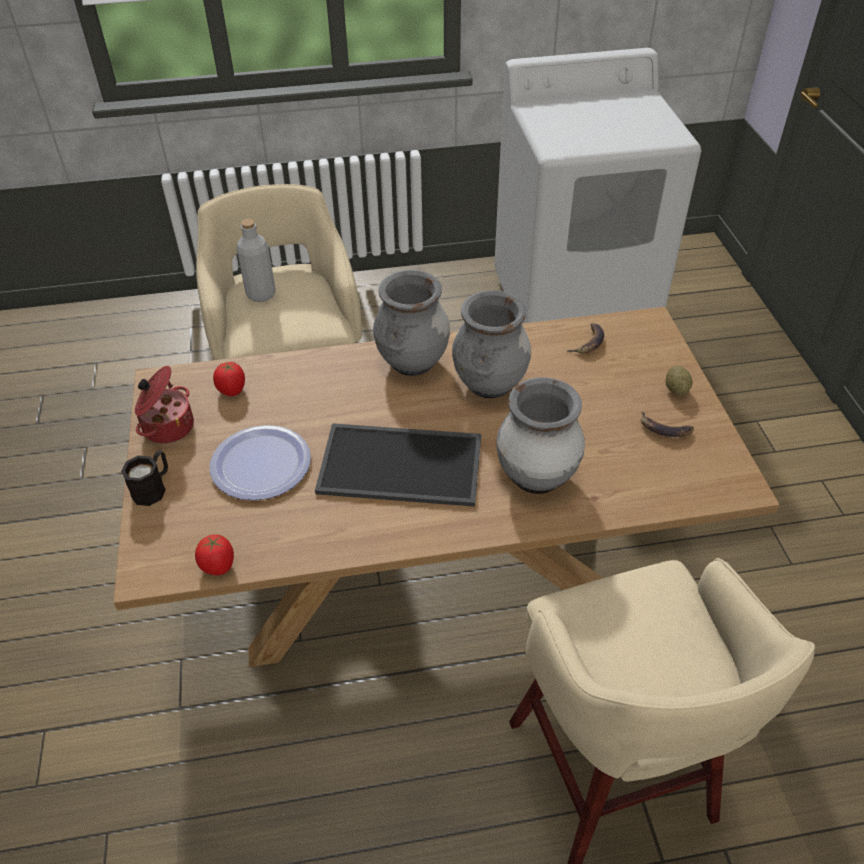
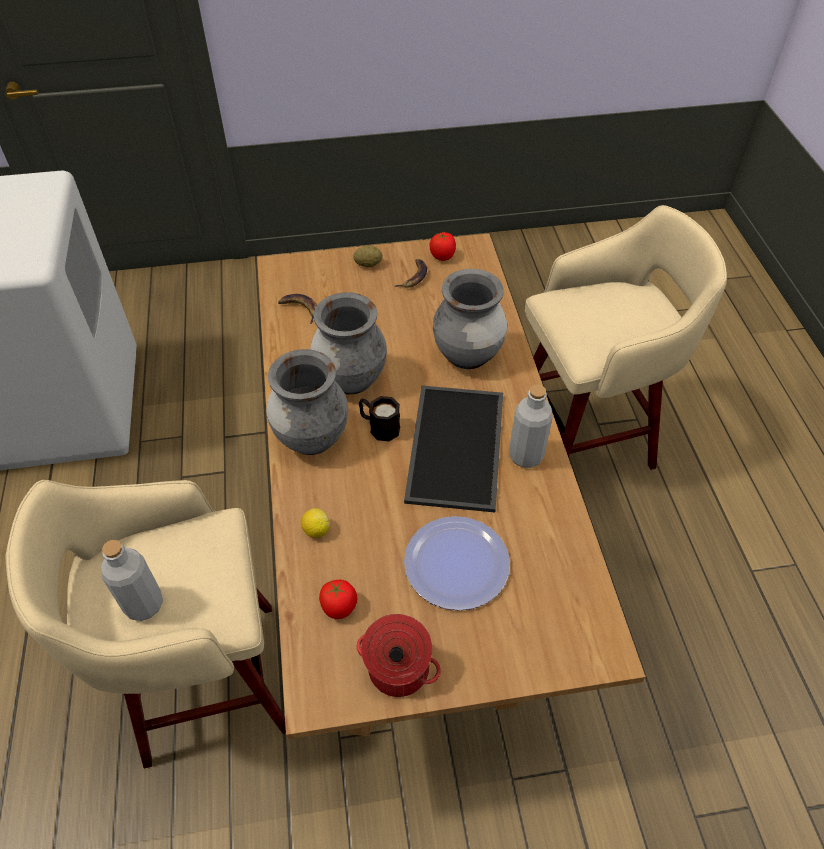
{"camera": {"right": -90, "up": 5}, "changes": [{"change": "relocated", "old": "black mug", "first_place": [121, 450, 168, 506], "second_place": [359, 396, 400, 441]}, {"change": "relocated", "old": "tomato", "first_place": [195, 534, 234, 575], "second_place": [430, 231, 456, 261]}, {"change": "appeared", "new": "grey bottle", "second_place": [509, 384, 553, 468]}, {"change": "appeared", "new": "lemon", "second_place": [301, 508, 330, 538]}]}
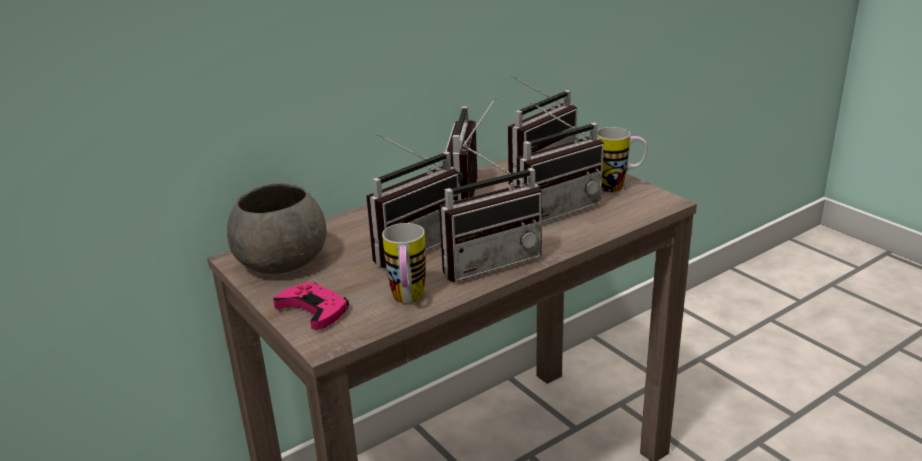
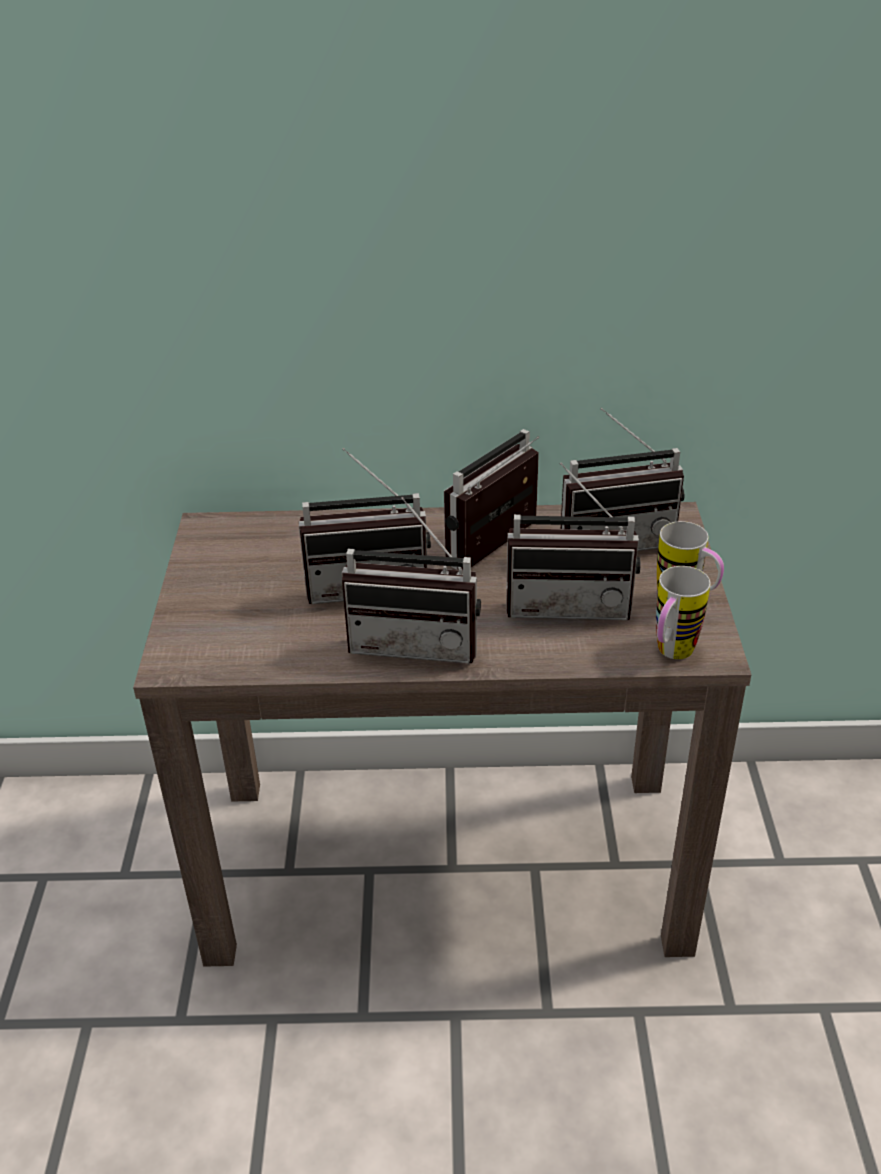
{"camera": {"right": 35, "up": 10}, "changes": [{"change": "missing", "old": "grey bowl", "first_place": [227, 183, 327, 274]}, {"change": "relocated", "old": "mug", "first_place": [382, 223, 426, 304], "second_place": [656, 566, 710, 659]}, {"change": "missing", "old": "pink game controller", "first_place": [273, 282, 349, 330]}]}
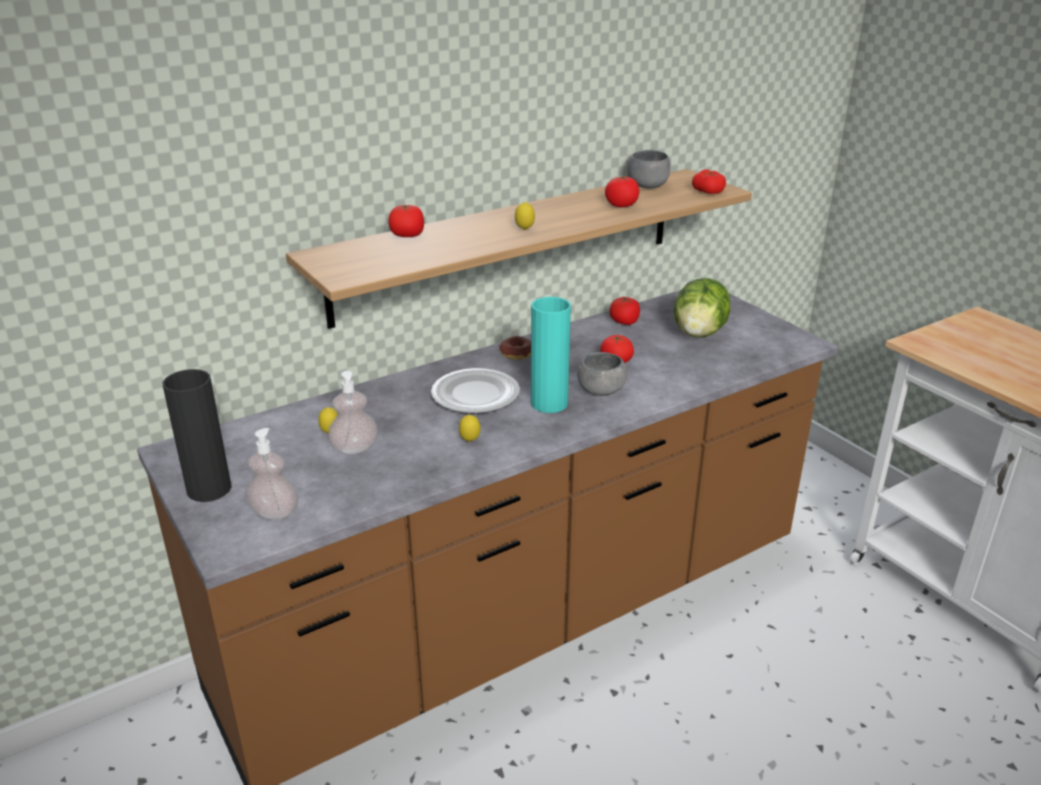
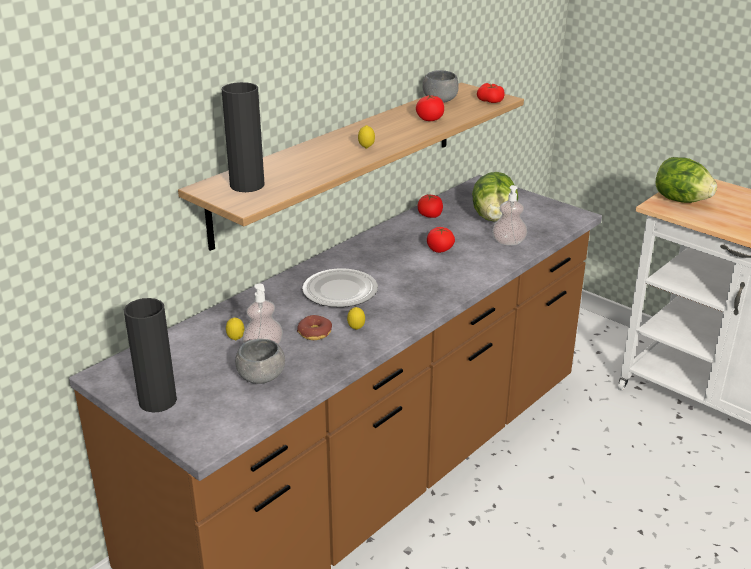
{"camera": {"right": -15, "up": 0}, "changes": [{"change": "missing", "old": "tomato", "first_place": [388, 205, 424, 237]}, {"change": "missing", "old": "turquoise vase", "first_place": [531, 297, 571, 413]}, {"change": "relocated", "old": "donut", "first_place": [499, 336, 531, 360], "second_place": [297, 315, 332, 340]}, {"change": "relocated", "old": "grey bowl", "first_place": [577, 352, 627, 396], "second_place": [235, 339, 285, 384]}, {"change": "relocated", "old": "soap dispenser", "first_place": [246, 428, 298, 520], "second_place": [492, 185, 527, 246]}, {"change": "appeared", "new": "black vase", "second_place": [222, 82, 265, 192]}, {"change": "appeared", "new": "lettuce", "second_place": [655, 157, 717, 203]}]}
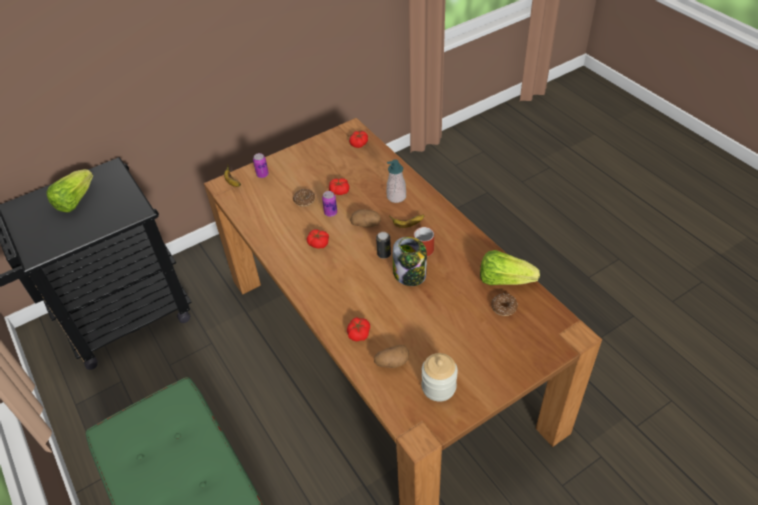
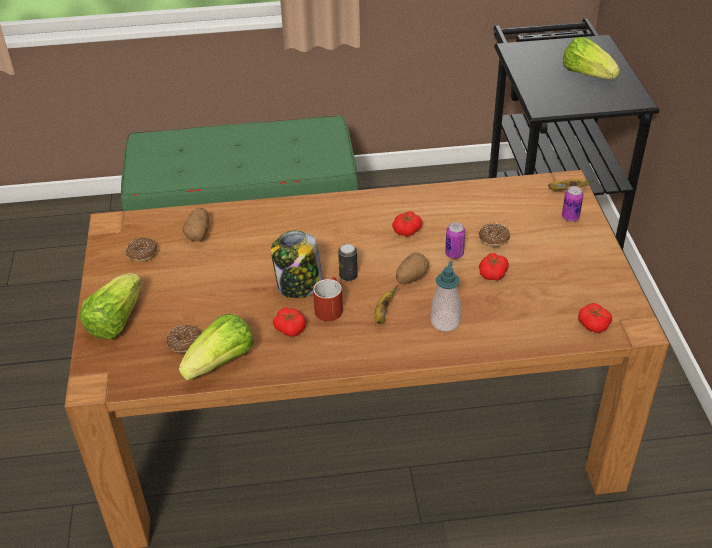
{"camera": {"right": 115, "up": -5}, "changes": [{"change": "relocated", "old": "tomato", "first_place": [347, 317, 370, 342], "second_place": [273, 307, 306, 337]}, {"change": "exchanged", "old": "jar", "new": "donut", "first_place": [422, 353, 458, 402], "second_place": [126, 237, 157, 262]}, {"change": "appeared", "new": "lettuce", "second_place": [79, 273, 142, 339]}]}
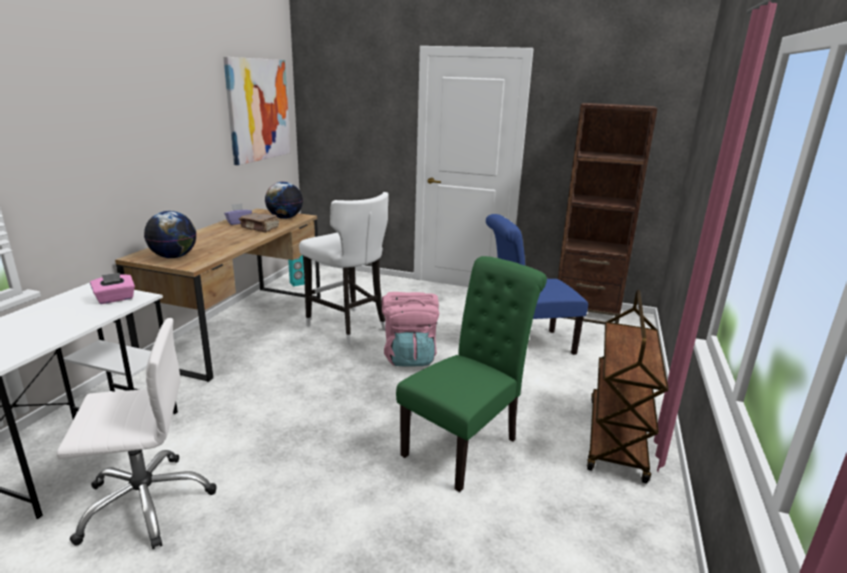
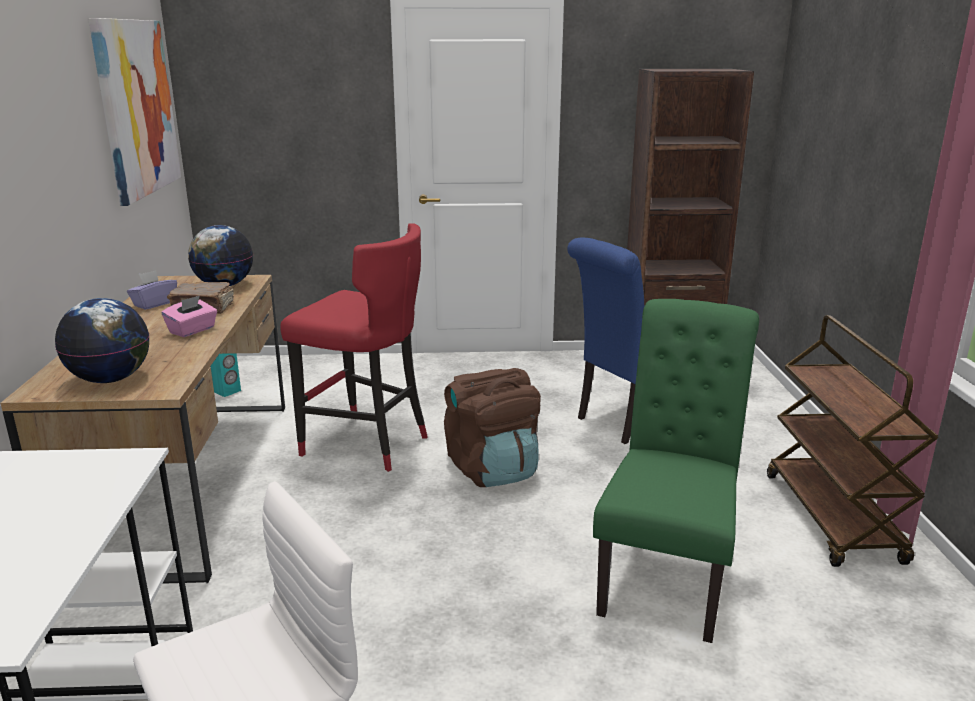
{"camera": {"right": -20, "up": 0}, "changes": [{"change": "colour", "old": "white stool", "new": "red stool", "first_place": [299, 192, 389, 345], "second_place": [280, 223, 428, 472]}, {"change": "relocated", "old": "pink tissue box", "first_place": [90, 273, 135, 304], "second_place": [161, 295, 217, 337]}, {"change": "colour", "old": "pink backpack", "new": "brown backpack", "first_place": [382, 292, 439, 367], "second_place": [444, 368, 541, 487]}]}
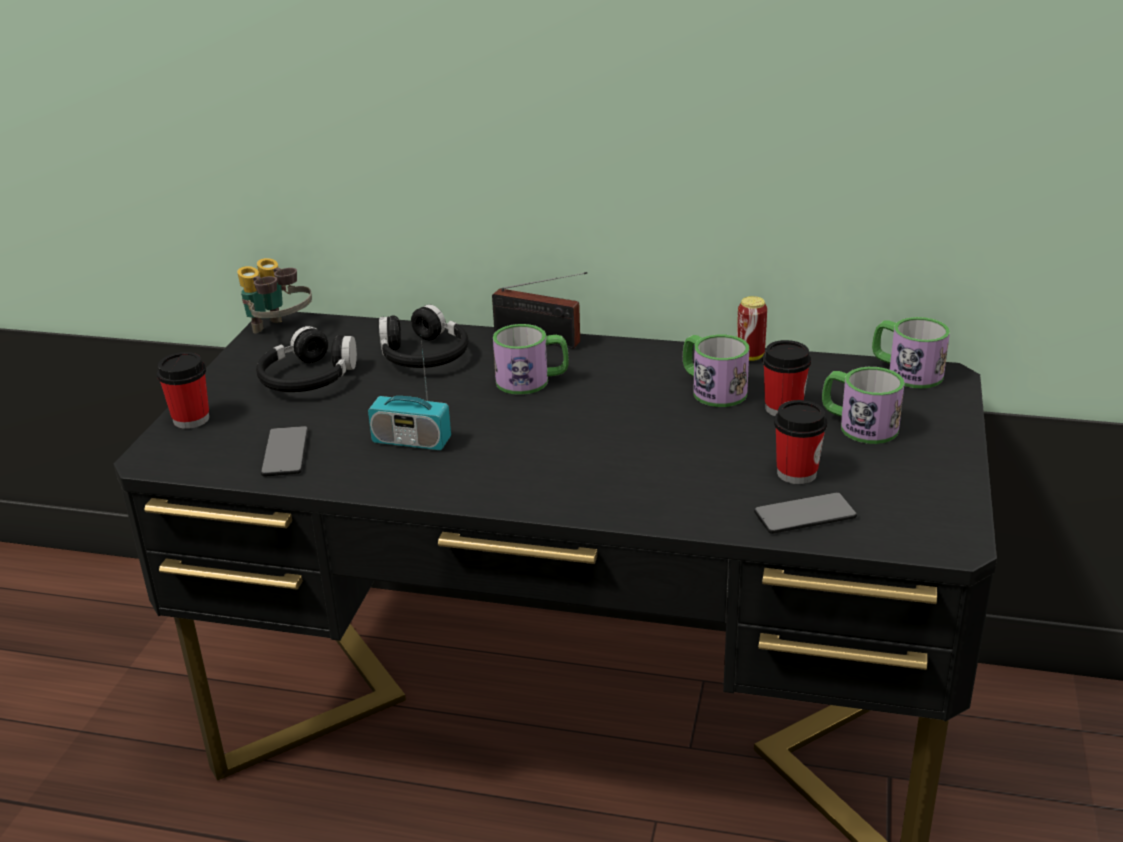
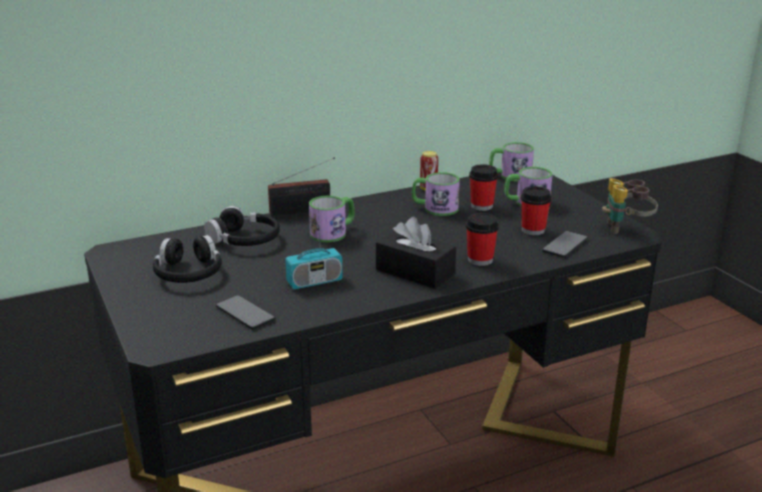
{"camera": {"right": -40, "up": -5}, "changes": [{"change": "relocated", "old": "binoculars", "first_place": [237, 258, 312, 334], "second_place": [602, 178, 658, 234]}, {"change": "relocated", "old": "cup", "first_place": [157, 352, 210, 429], "second_place": [466, 213, 499, 266]}, {"change": "appeared", "new": "black tissue box", "second_place": [376, 217, 456, 289]}]}
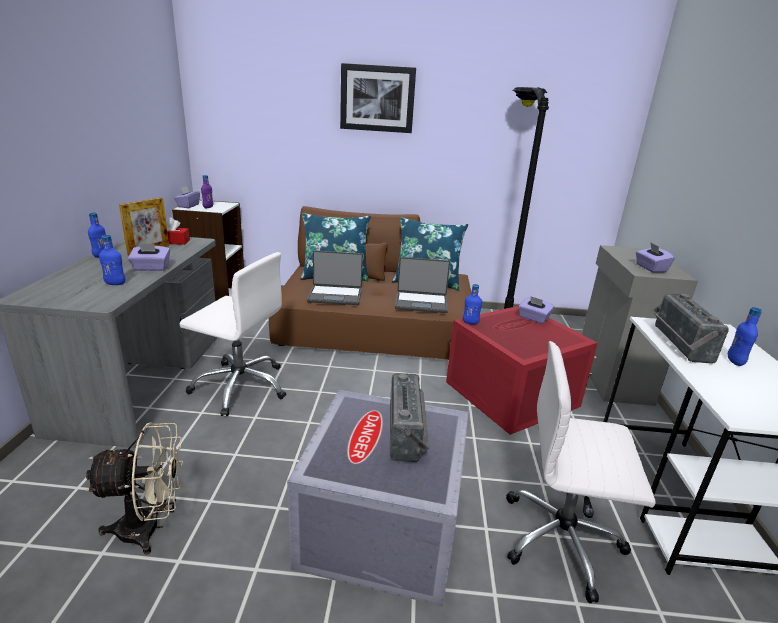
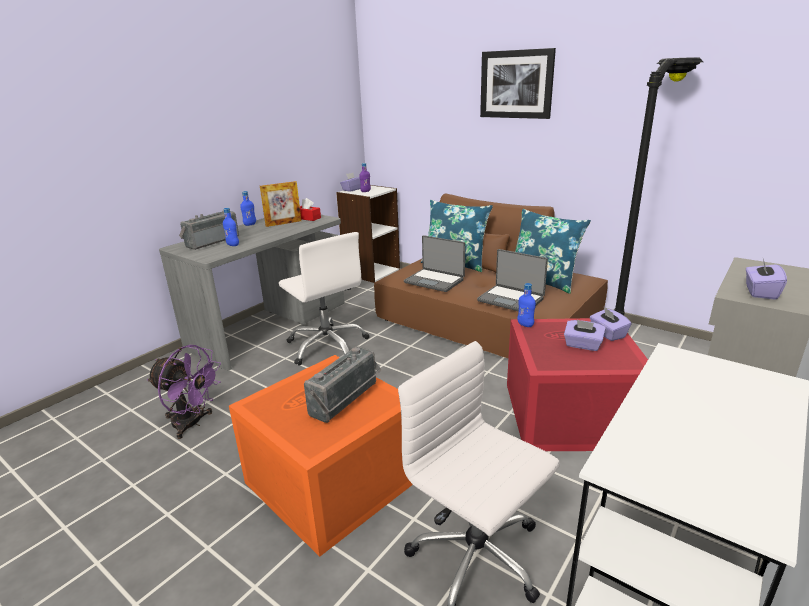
{"camera": {"right": 35, "up": 0}, "changes": [{"change": "relocated", "old": "purple tissue box", "first_place": [128, 243, 170, 271], "second_place": [564, 320, 606, 351]}, {"change": "relocated", "old": "radio", "first_place": [652, 294, 729, 364], "second_place": [179, 210, 239, 250]}, {"change": "missing", "old": "blue bottle", "first_place": [728, 307, 762, 366]}, {"change": "colour", "old": "grey storage box", "new": "orange storage box", "first_place": [287, 390, 469, 606], "second_place": [229, 355, 413, 557]}, {"change": "colour", "old": "beige fan", "new": "purple fan", "first_place": [85, 422, 183, 555], "second_place": [147, 345, 221, 439]}]}
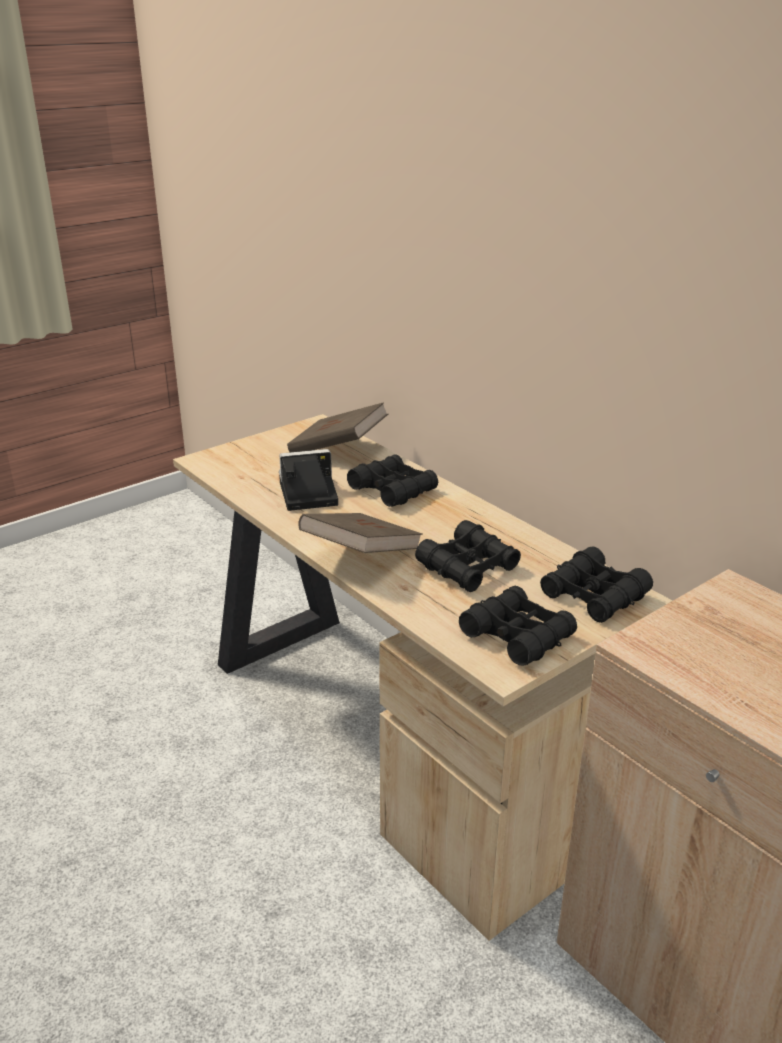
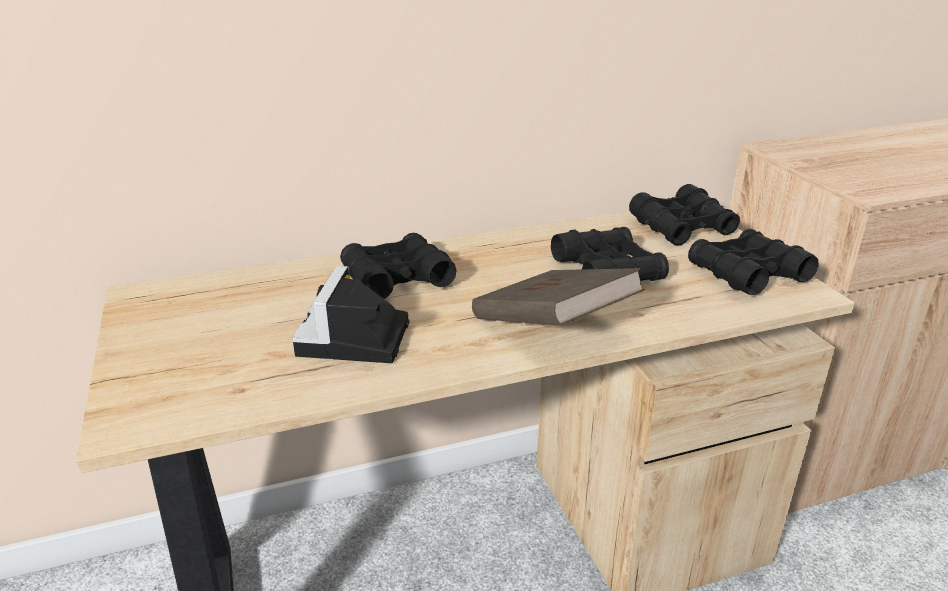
{"camera": {"right": -70, "up": 0}, "changes": [{"change": "missing", "old": "brown book", "first_place": [287, 402, 388, 452]}]}
